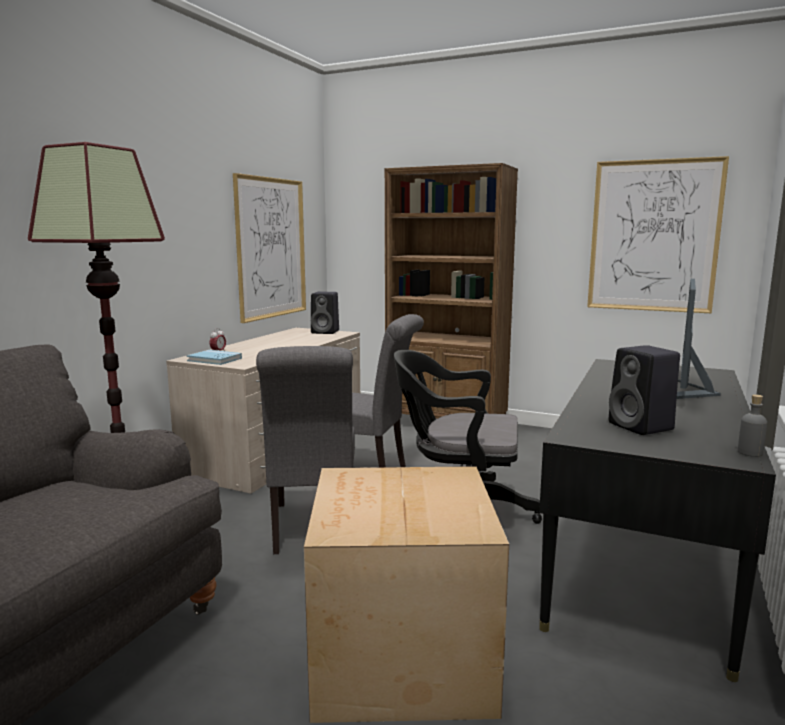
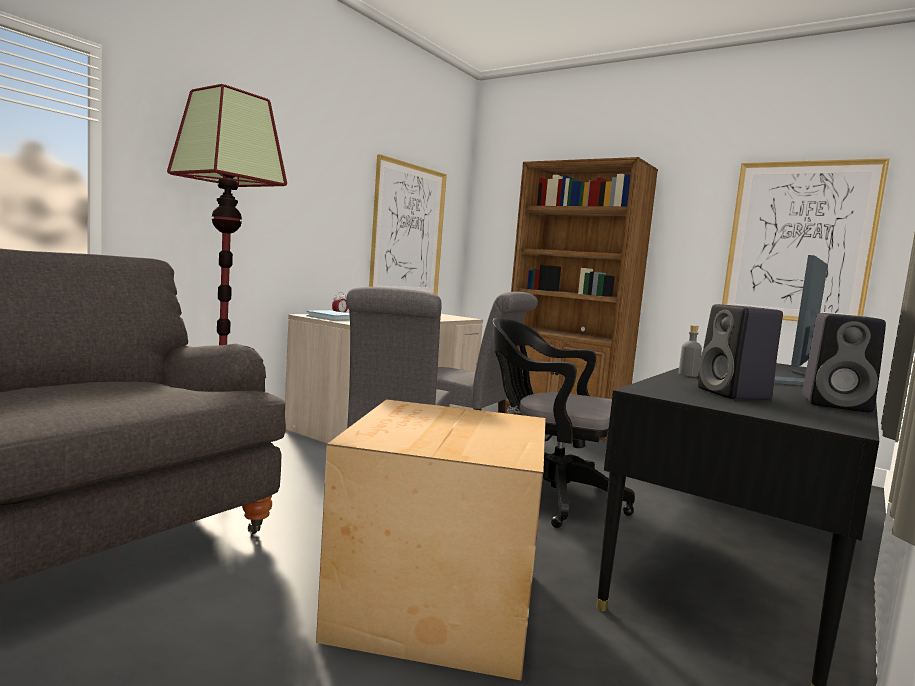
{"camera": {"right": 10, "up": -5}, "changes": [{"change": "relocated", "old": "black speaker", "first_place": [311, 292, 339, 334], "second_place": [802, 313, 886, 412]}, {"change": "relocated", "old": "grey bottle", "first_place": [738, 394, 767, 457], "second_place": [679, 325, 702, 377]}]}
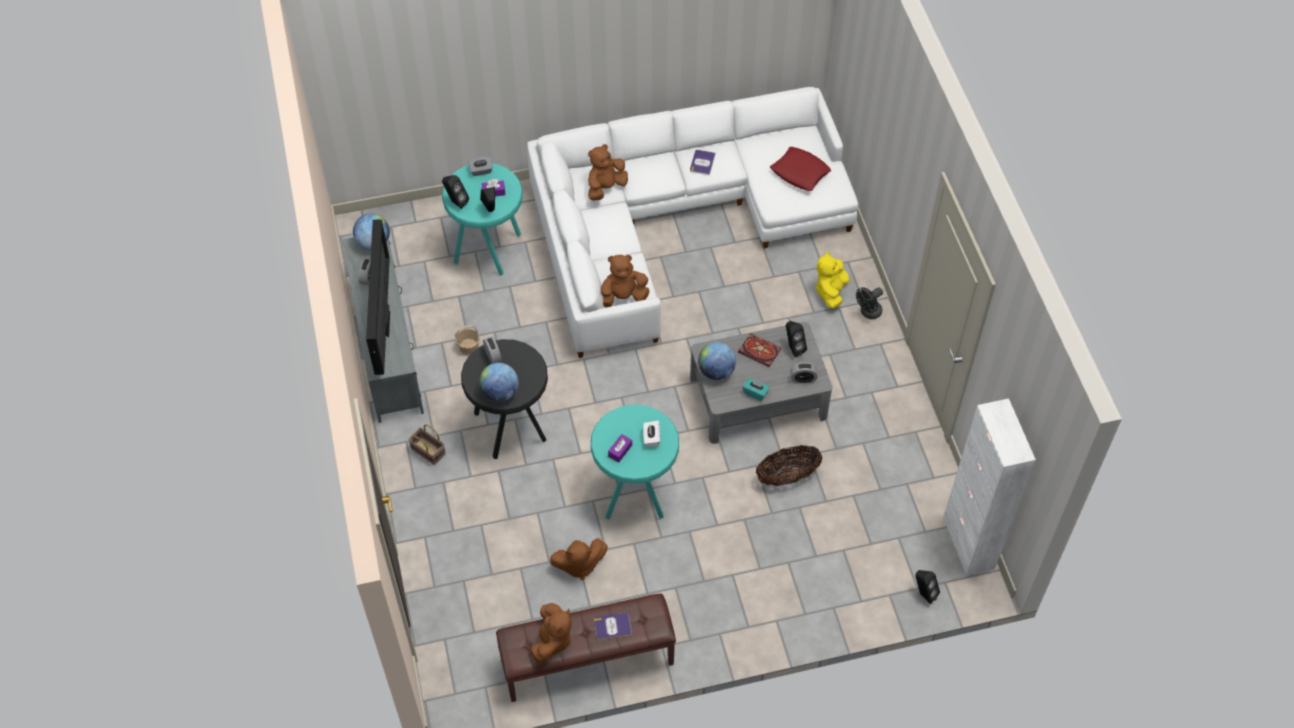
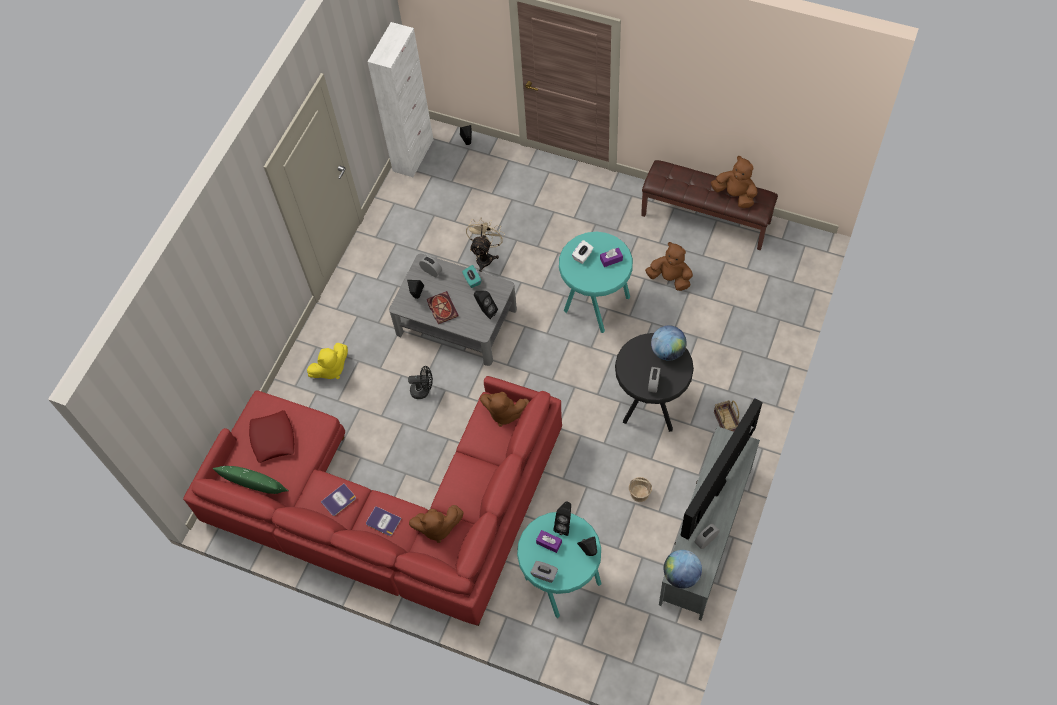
{"camera": {"right": -140, "up": 5}, "changes": [{"change": "colour", "old": "white sofa", "new": "red sofa", "first_place": [527, 87, 859, 358], "second_place": [183, 376, 562, 626]}, {"change": "relocated", "old": "black fan", "first_place": [856, 287, 883, 319], "second_place": [408, 366, 433, 399]}, {"change": "exchanged", "old": "globe", "new": "black speaker", "first_place": [698, 342, 736, 380], "second_place": [474, 291, 498, 319]}, {"change": "exchanged", "old": "basket", "new": "beige fan", "first_place": [756, 445, 822, 486], "second_place": [466, 218, 505, 272]}, {"change": "spun", "old": "brown plush toy", "first_place": [530, 603, 571, 663], "second_place": [711, 156, 757, 208], "degrees": 75}, {"change": "relocated", "old": "book", "first_place": [595, 613, 632, 640], "second_place": [366, 506, 402, 536]}, {"change": "appeared", "new": "green pillow", "second_place": [212, 466, 289, 494]}]}
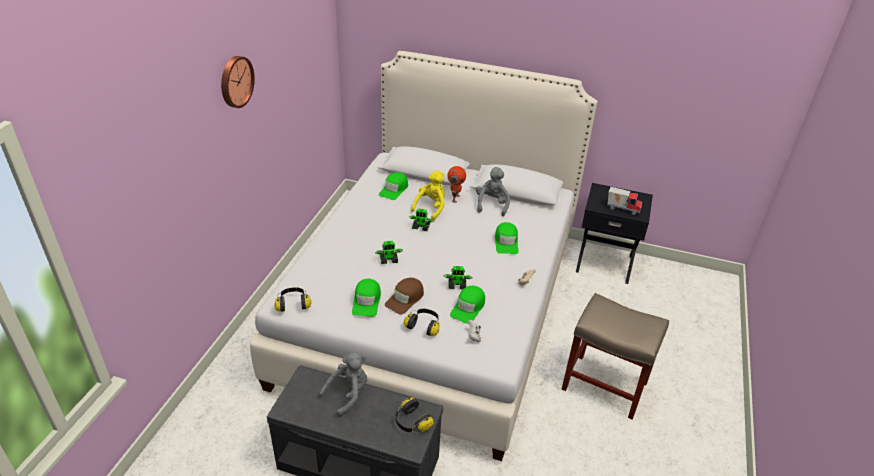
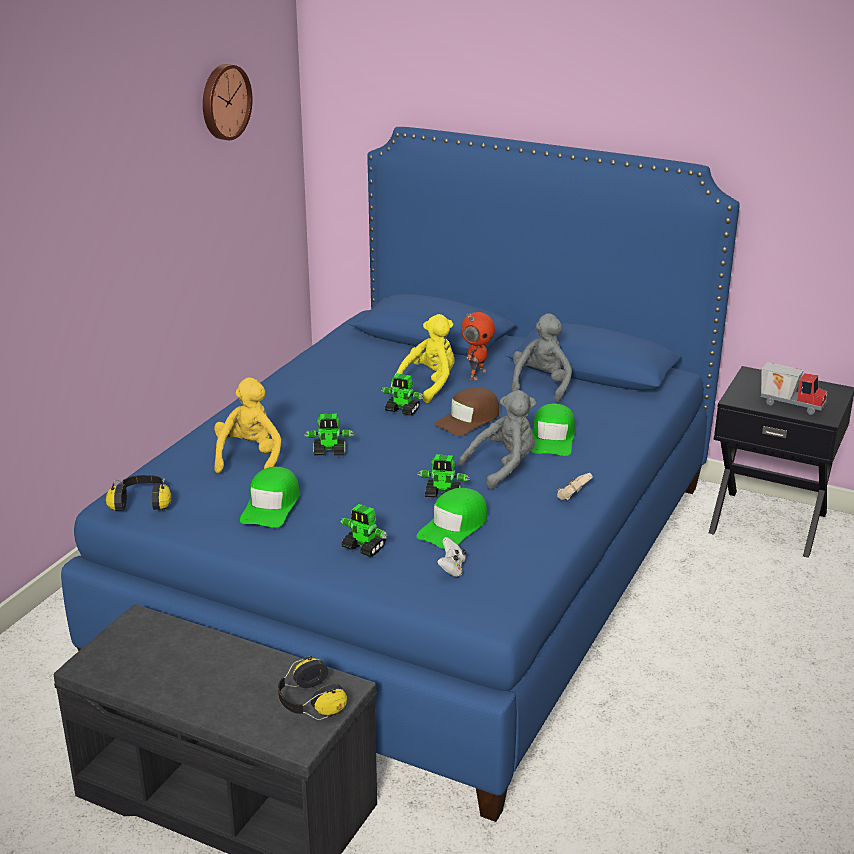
{"camera": {"right": 10, "up": -10}, "changes": [{"change": "colour", "old": "white bed", "new": "blue bed", "first_place": [250, 51, 597, 461], "second_place": [61, 127, 740, 822]}, {"change": "relocated", "old": "wall clock", "first_place": [221, 56, 255, 108], "second_place": [203, 64, 252, 140]}, {"change": "missing", "old": "green cap", "first_place": [379, 172, 408, 200]}, {"change": "relocated", "old": "brown cap", "first_place": [385, 278, 424, 314], "second_place": [435, 387, 499, 436]}, {"change": "missing", "old": "beige stool", "first_place": [562, 293, 669, 420]}, {"change": "exchanged", "old": "headphones", "new": "toy robot", "first_place": [404, 309, 439, 336], "second_place": [340, 504, 388, 557]}, {"change": "relocated", "old": "grey plush toy", "first_place": [319, 352, 367, 417], "second_place": [458, 390, 536, 489]}, {"change": "appeared", "new": "yellow plush toy", "second_place": [214, 377, 281, 473]}]}
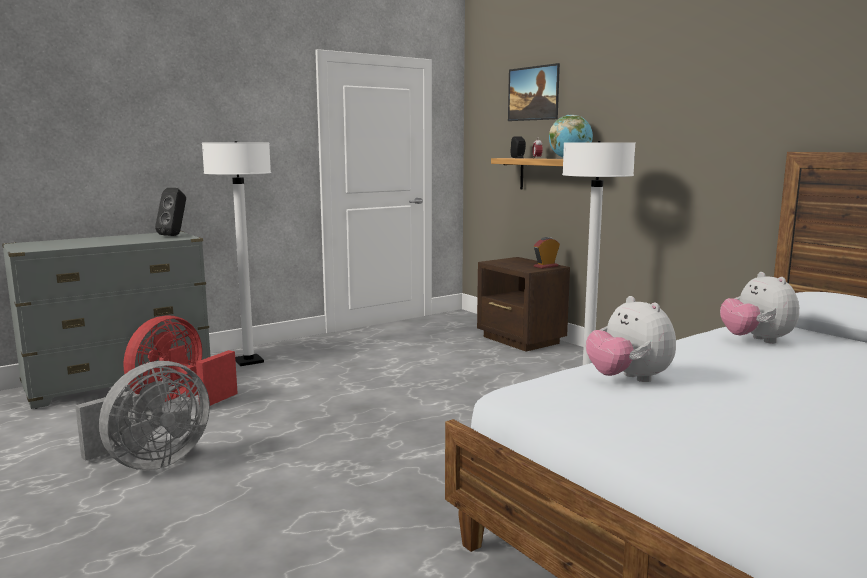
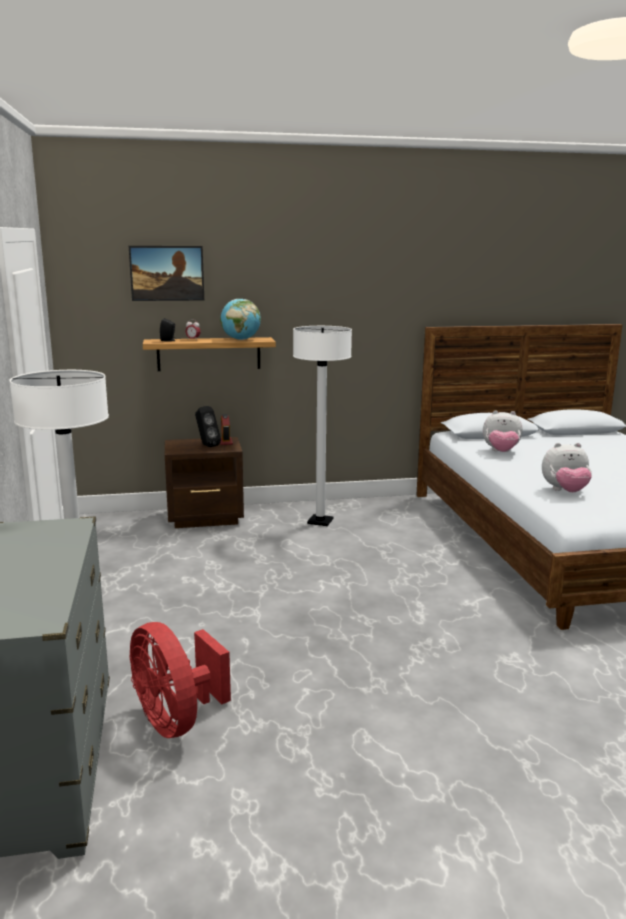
{"camera": {"right": -65, "up": 5}, "changes": [{"change": "relocated", "old": "black speaker", "first_place": [155, 188, 186, 236], "second_place": [195, 406, 221, 447]}, {"change": "missing", "old": "grey fan", "first_place": [75, 361, 210, 470]}]}
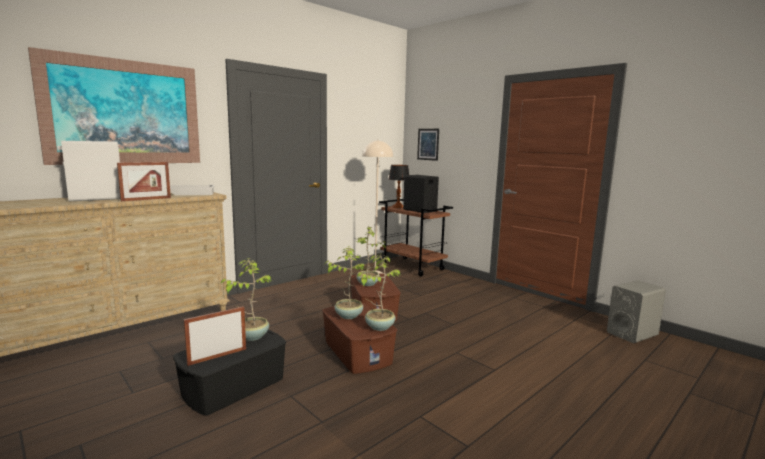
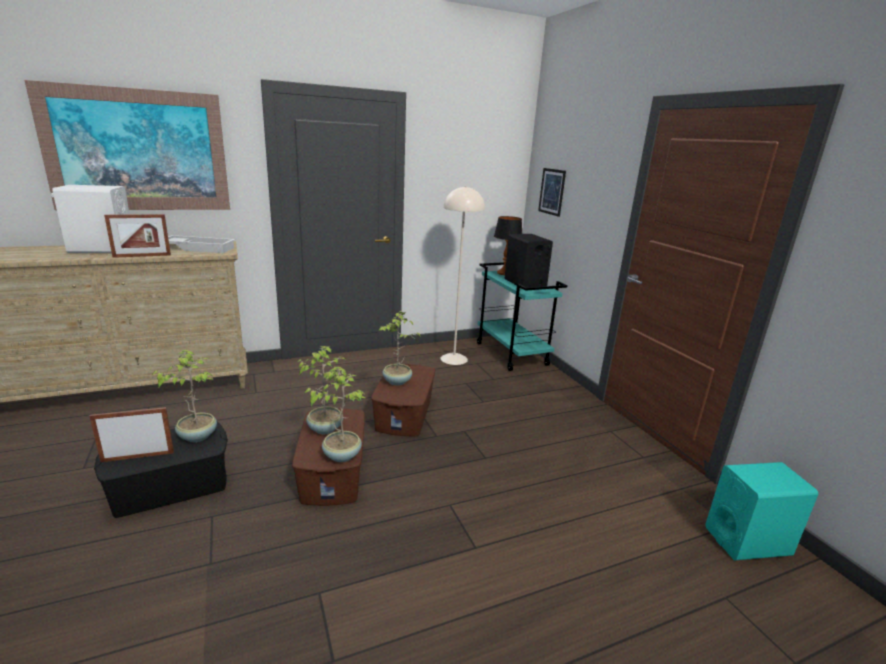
{"camera": {"right": 20, "up": 10}, "changes": [{"change": "colour", "old": "brown cart", "new": "turquoise cart", "first_place": [379, 199, 453, 276], "second_place": [477, 262, 568, 371]}, {"change": "colour", "old": "grey speaker", "new": "turquoise speaker", "first_place": [607, 280, 666, 343], "second_place": [705, 462, 818, 560]}]}
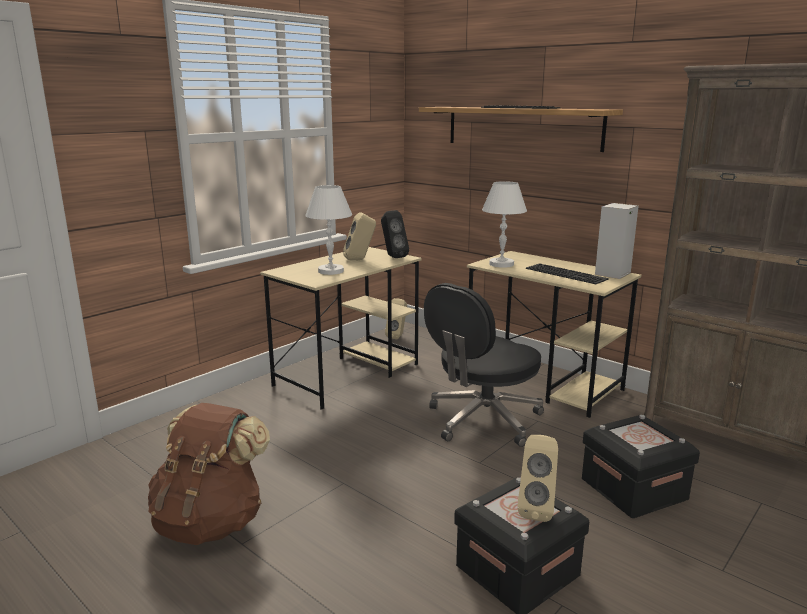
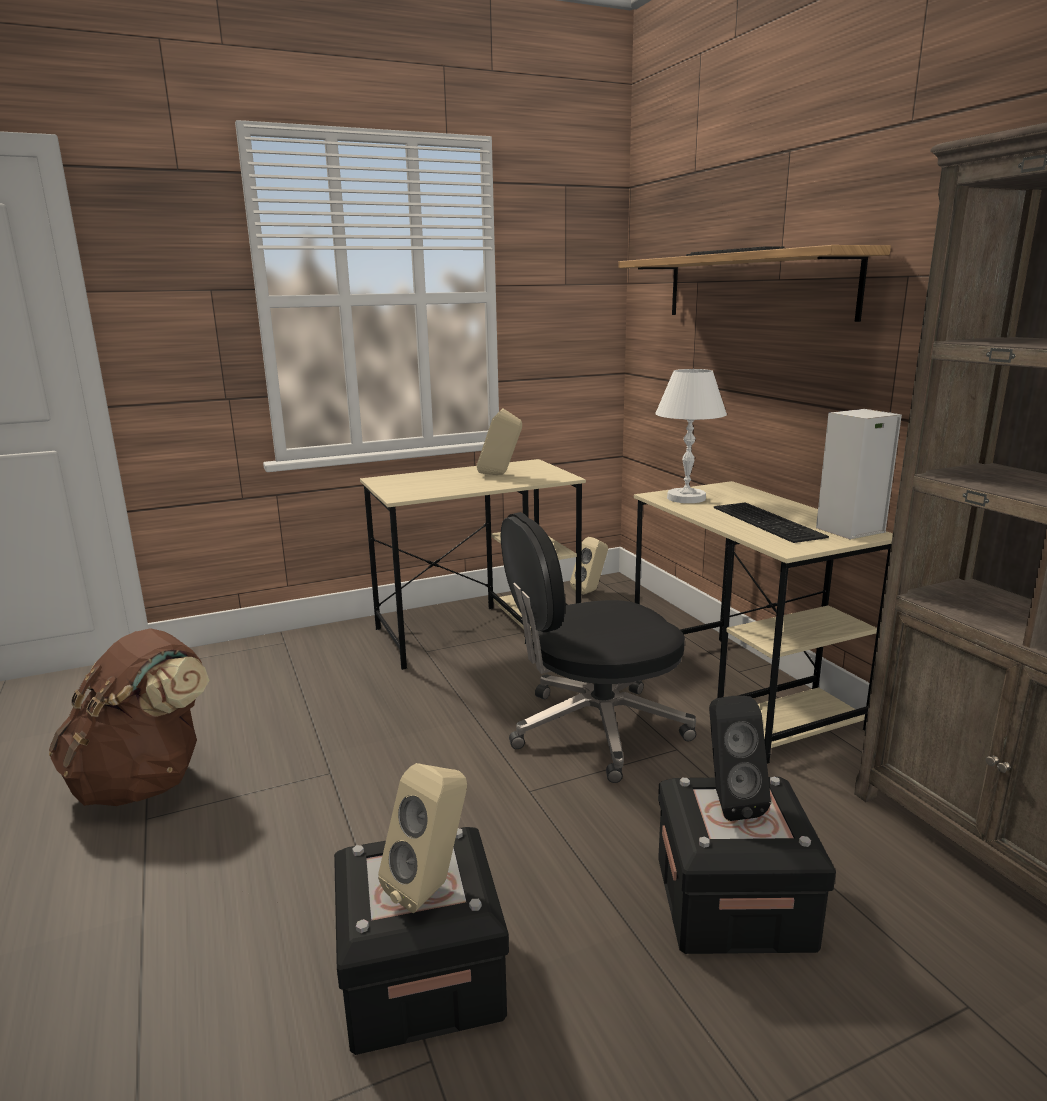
{"camera": {"right": 25, "up": 0}, "changes": [{"change": "missing", "old": "white table lamp", "first_place": [305, 185, 352, 275]}, {"change": "relocated", "old": "black speaker", "first_place": [381, 210, 409, 258], "second_place": [709, 696, 771, 821]}]}
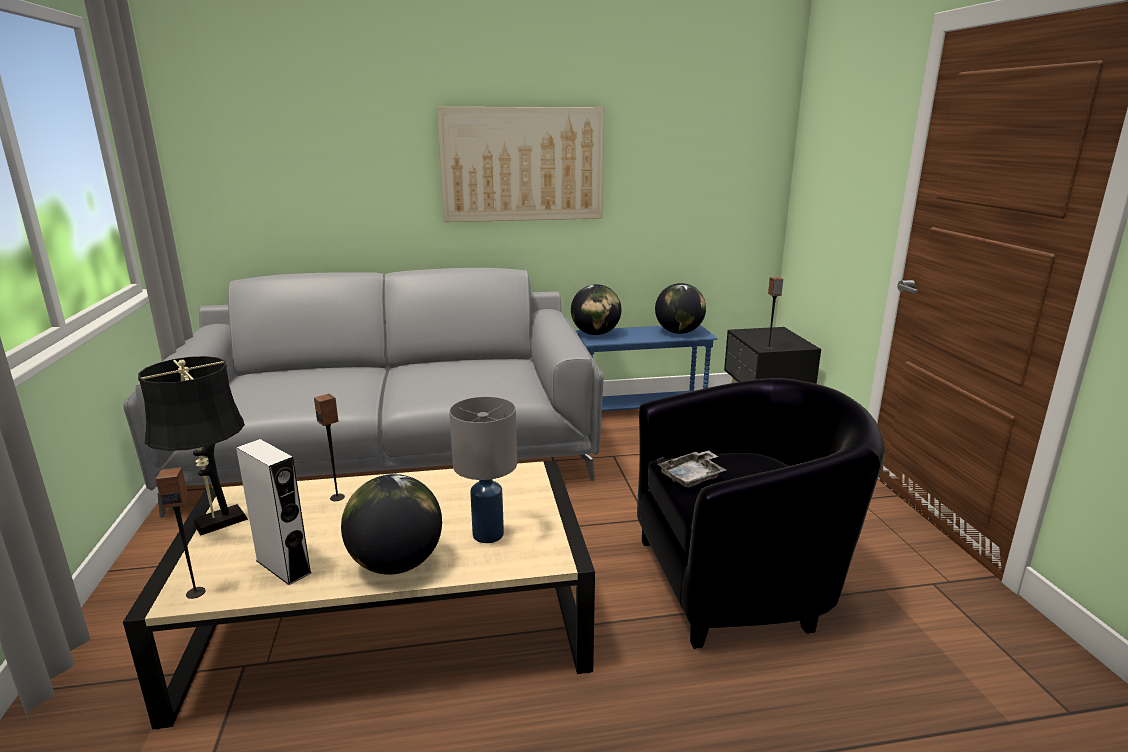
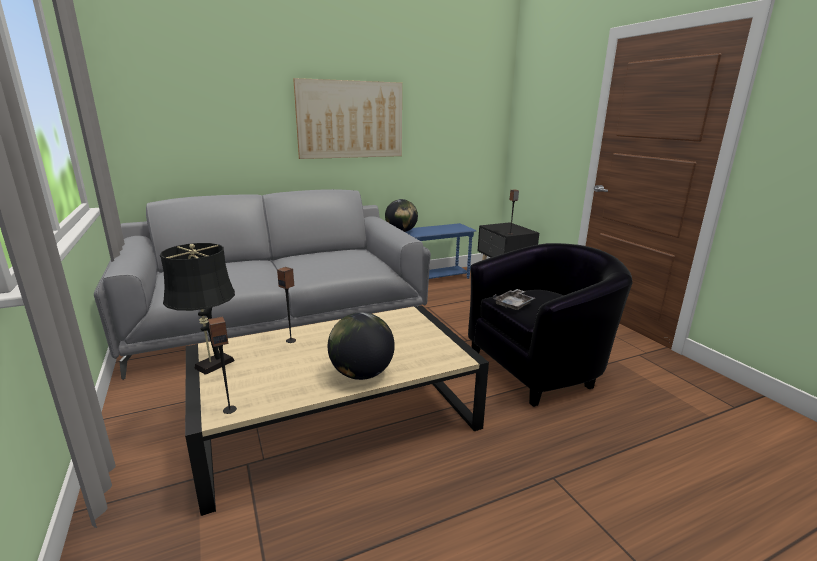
{"camera": {"right": -15, "up": 0}, "changes": [{"change": "missing", "old": "globe", "first_place": [655, 283, 706, 334]}, {"change": "missing", "old": "grey table lamp", "first_place": [449, 397, 517, 543]}, {"change": "missing", "old": "grey speaker", "first_place": [236, 439, 311, 585]}]}
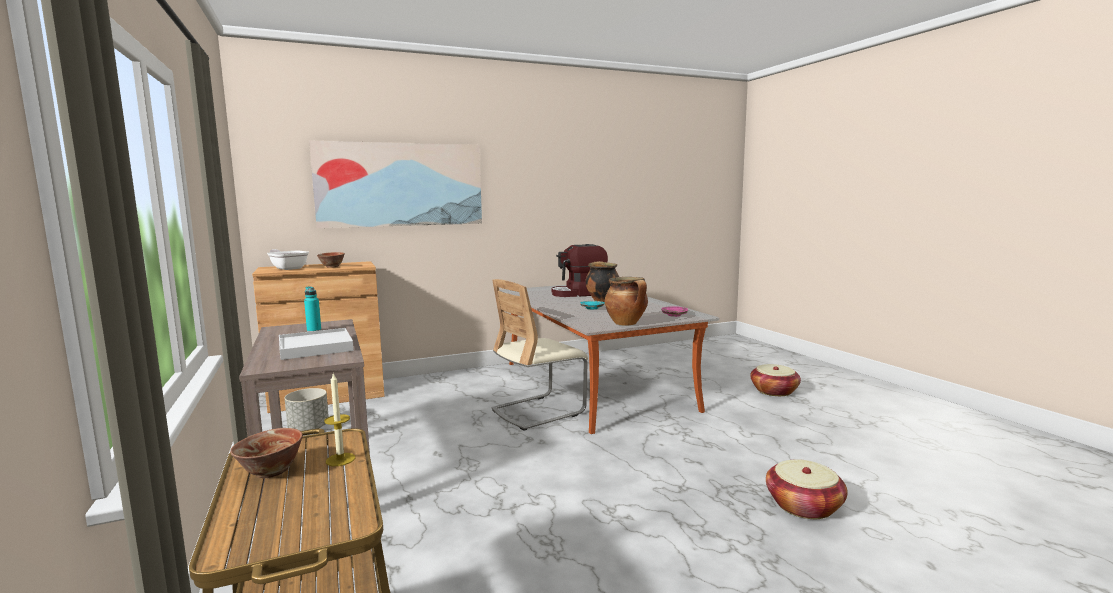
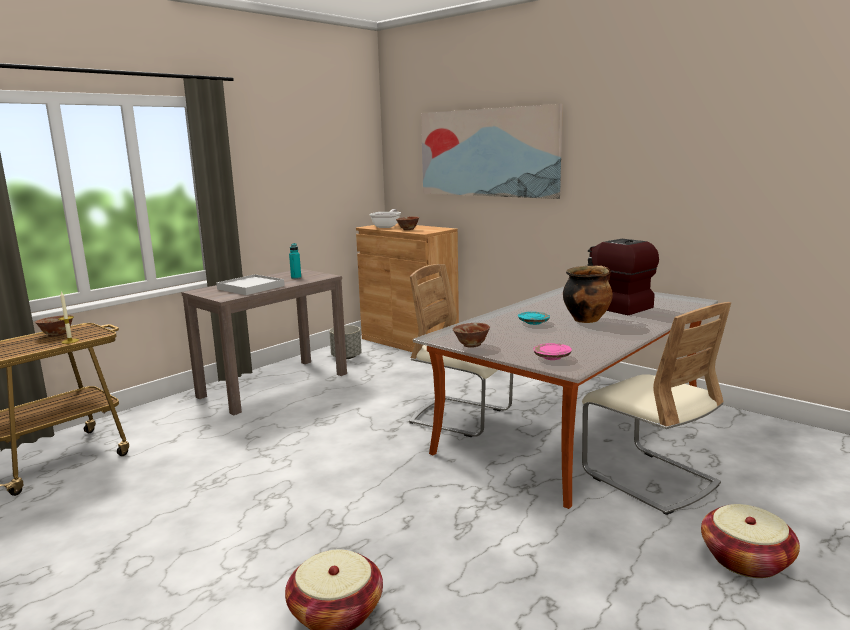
{"camera": {"right": 65, "up": 5}, "changes": [{"change": "exchanged", "old": "cooking pot", "new": "bowl", "first_place": [605, 277, 648, 326], "second_place": [453, 323, 490, 348]}, {"change": "appeared", "new": "beige chair", "second_place": [582, 302, 731, 515]}]}
